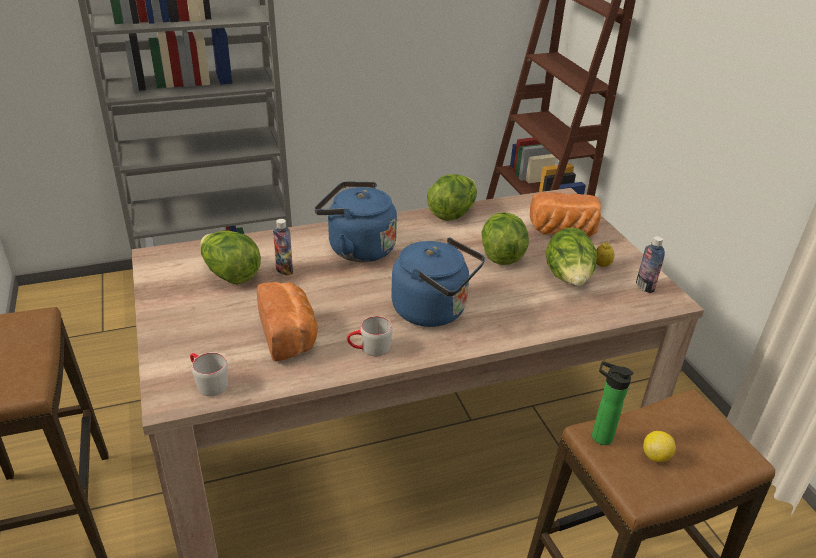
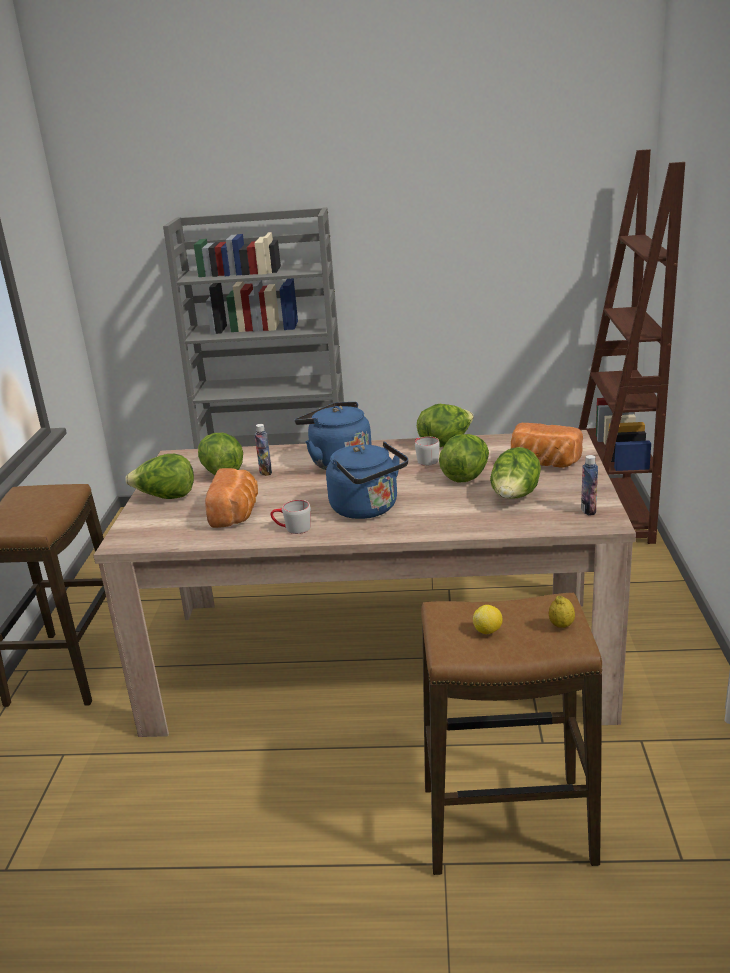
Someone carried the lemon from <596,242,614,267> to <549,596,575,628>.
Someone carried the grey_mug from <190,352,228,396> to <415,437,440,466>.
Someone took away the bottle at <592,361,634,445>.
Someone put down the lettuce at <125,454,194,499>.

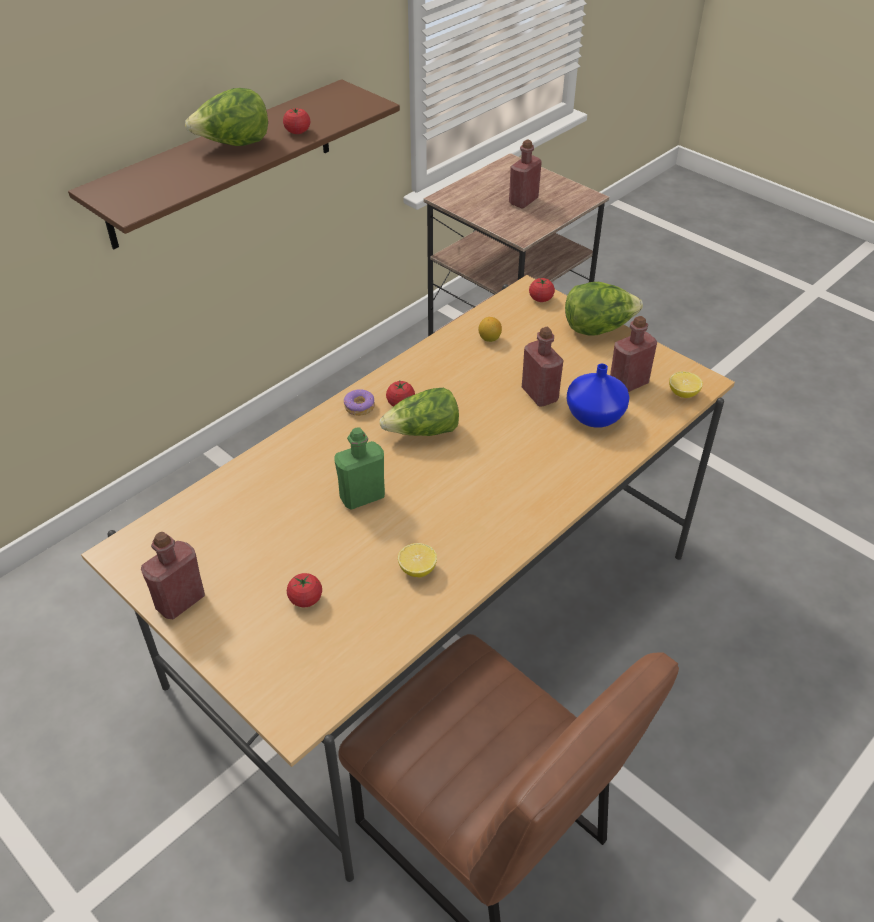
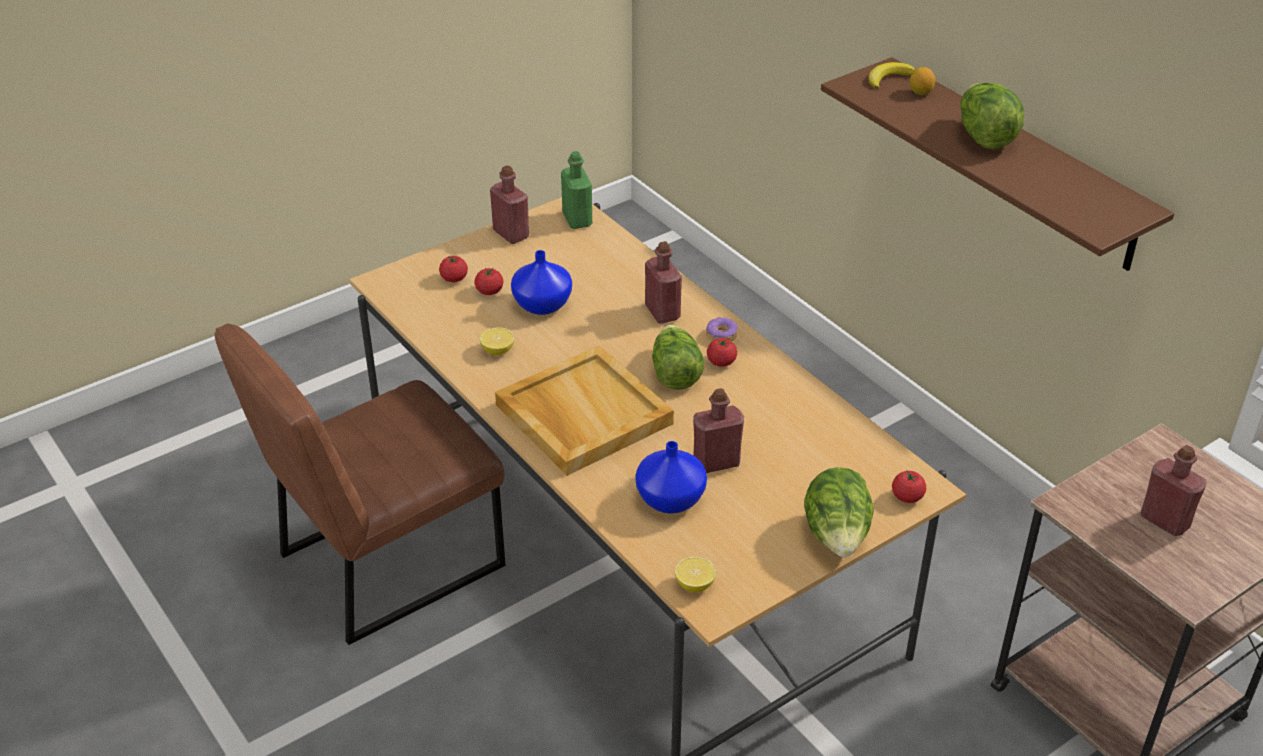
Someone carried the tomato from <283,108,310,134> to <439,256,468,282>.
Someone carried the red_bottle from <610,316,657,392> to <645,241,682,324>.
Someone carried the lemon from <478,317,502,342> to <910,67,935,95>.
Someone carried the green_bottle from <335,427,385,510> to <561,151,592,229>.
Someone put down the banana at <868,62,915,90>.
Someone put down the blue_vase at <511,250,572,315>.
Someone put down the beige_tray at <495,345,674,476>.

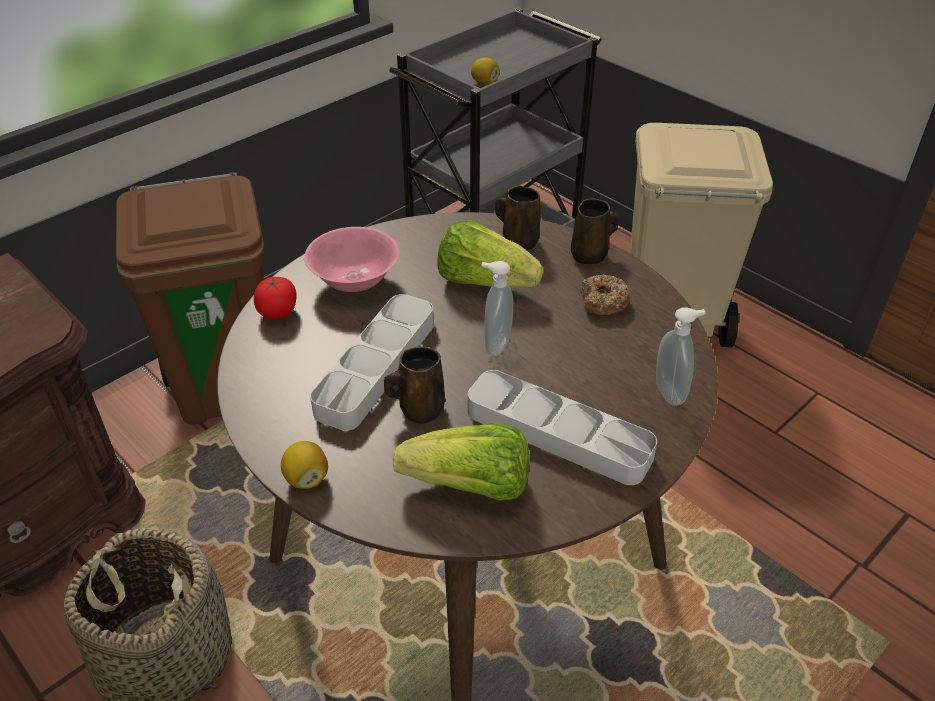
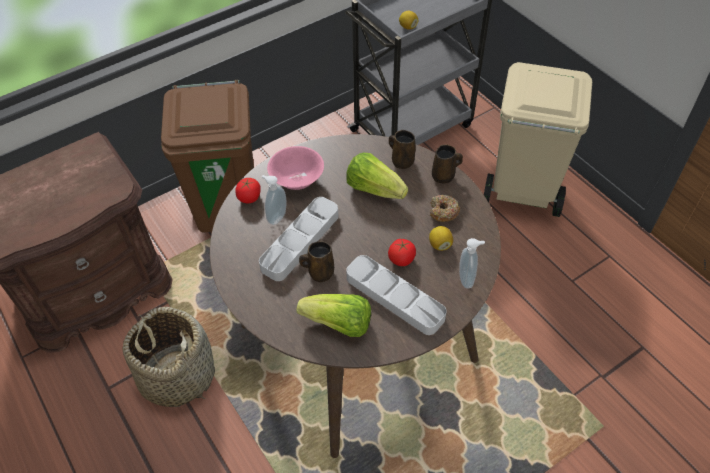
Someone carried the soap_dispenser from <481,261,513,356> to <262,175,286,225>.
Someone carried the lemon from <281,441,328,489> to <429,226,453,251>.
Someone put down the tomato at <388,239,416,266>.

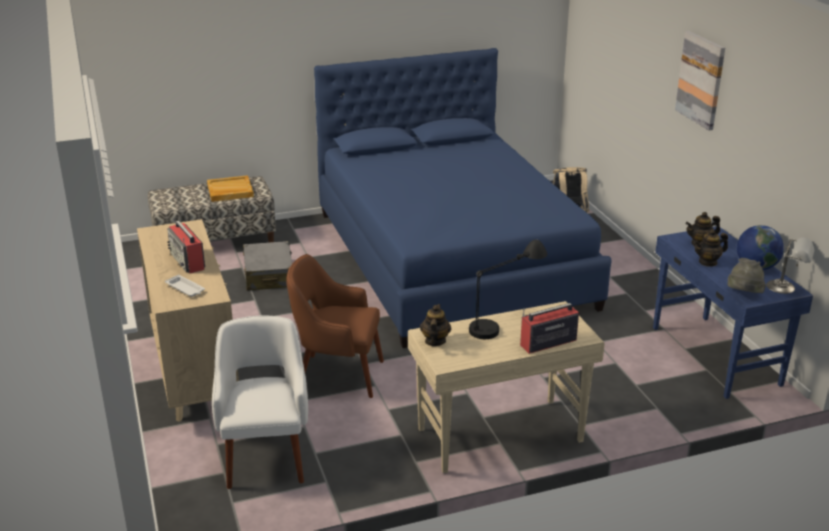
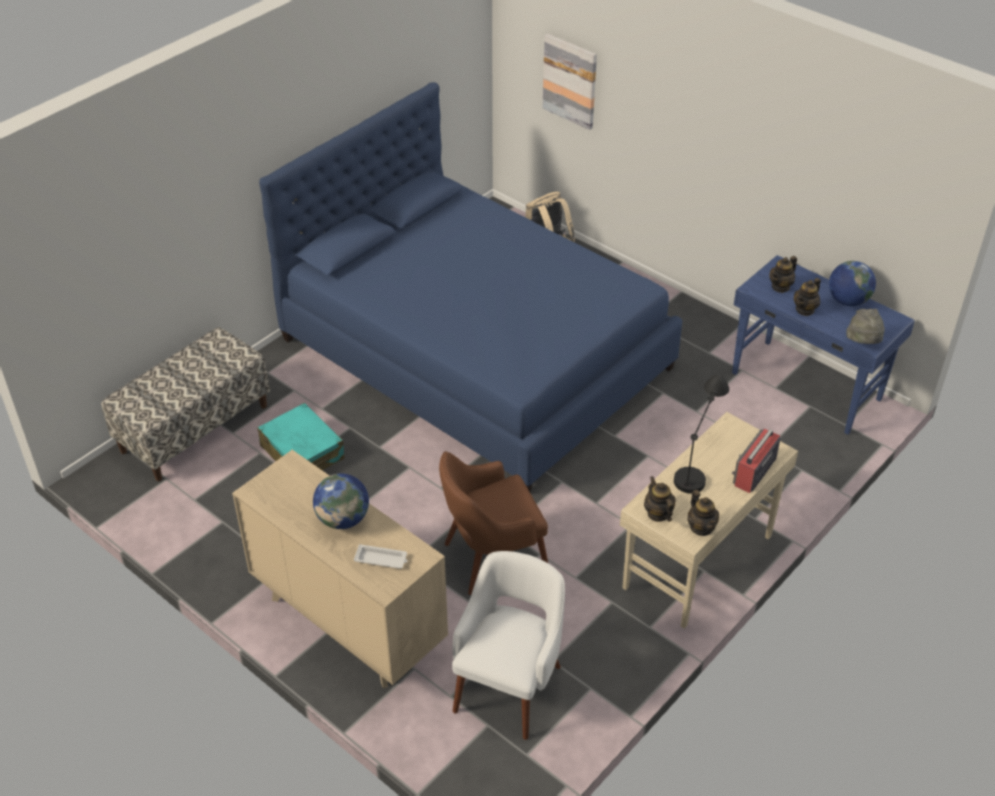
Someone carried the picture from <675,31,725,130> to <543,34,597,130>.
Someone took away the beige_tray at <207,175,254,202>.
Someone swapped the radio at <167,220,205,273> for the globe at <313,473,369,529>.
Someone took away the white_table_lamp at <766,237,814,294>.
Someone repainted the grey_suitcase at <243,241,292,290>, which became the turquoise_suitcase at <257,403,344,470>.
Someone rotated the white_armchair at <212,316,308,489> by 60 degrees clockwise.
Someone put down the teapot at <687,490,719,536>.

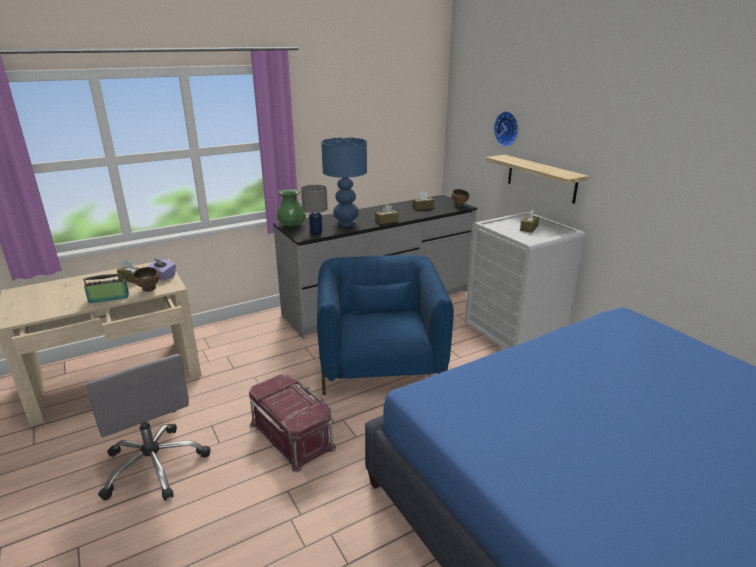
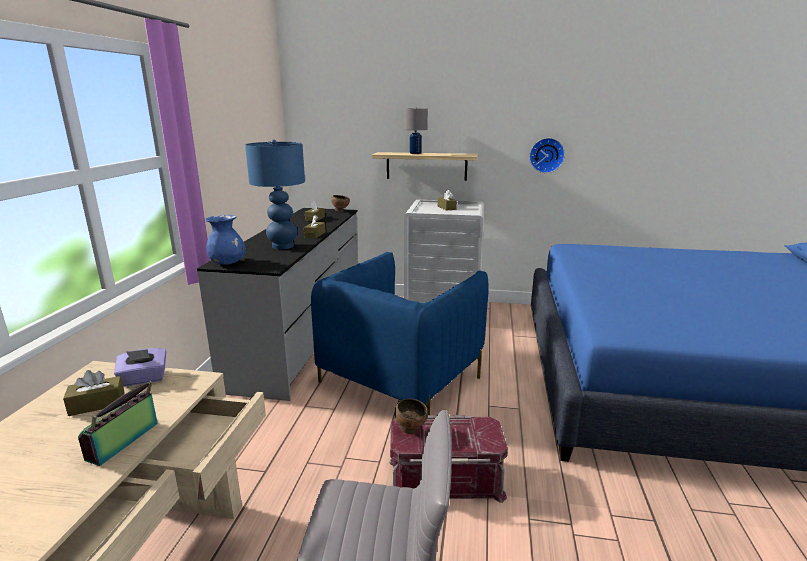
Someone carried the wall_clock from <494,111,518,147> to <529,138,565,173>.
Someone carried the grey_table_lamp from <301,185,328,235> to <404,108,428,154>.
Someone repainted the green_vase at <277,189,306,226>, which became the blue_vase at <206,215,246,265>.
Someone rotated the blue_armchair at <317,255,454,395> by 90 degrees counterclockwise.
Someone carried the brown_bowl from <133,267,159,292> to <395,398,428,434>.

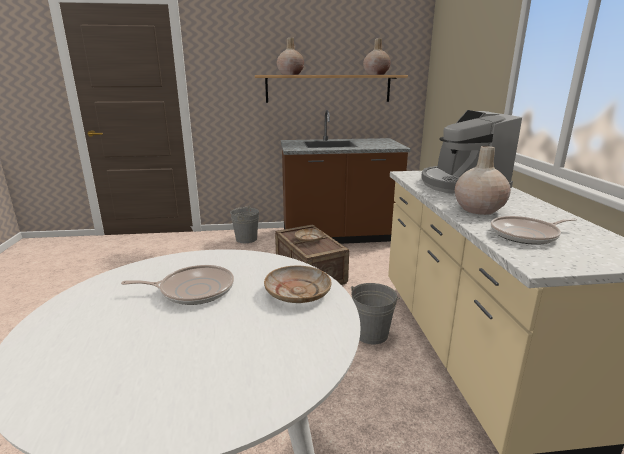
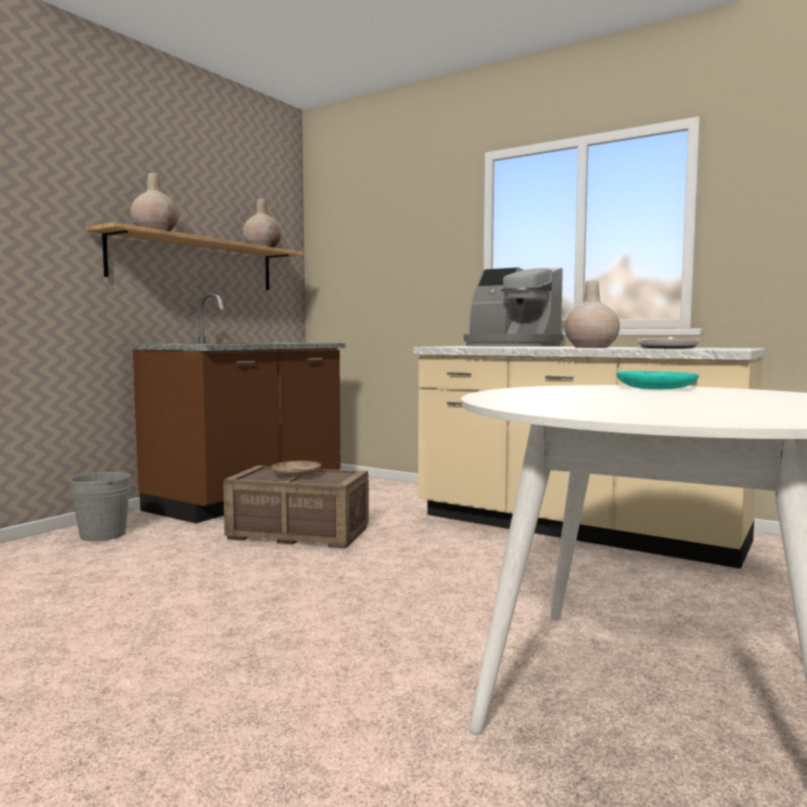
Someone took away the frying_pan at <121,265,234,305>.
Someone repainted the beige_plate at <264,266,332,303>, which became the turquoise_plate at <616,371,699,389>.
Someone took away the grey_bucket at <351,283,400,344>.

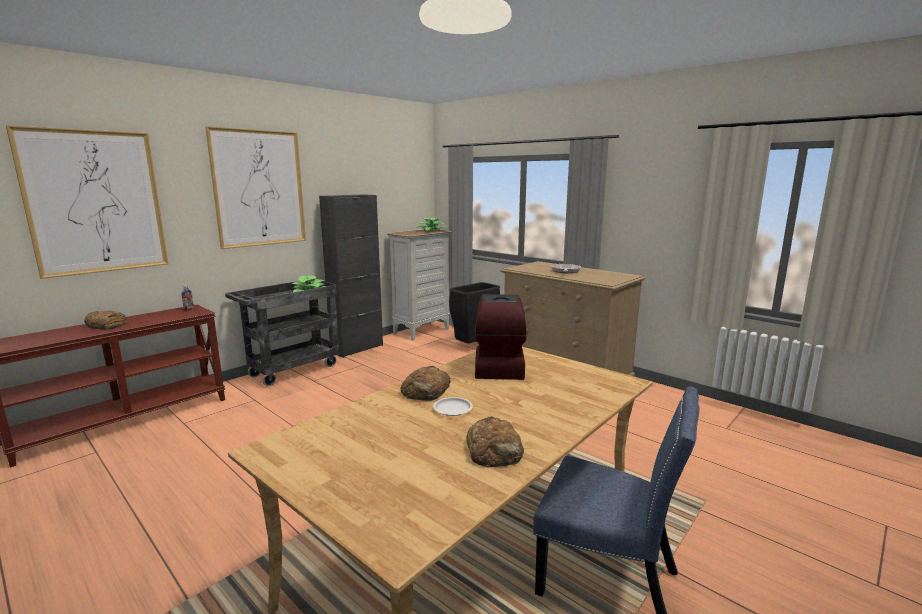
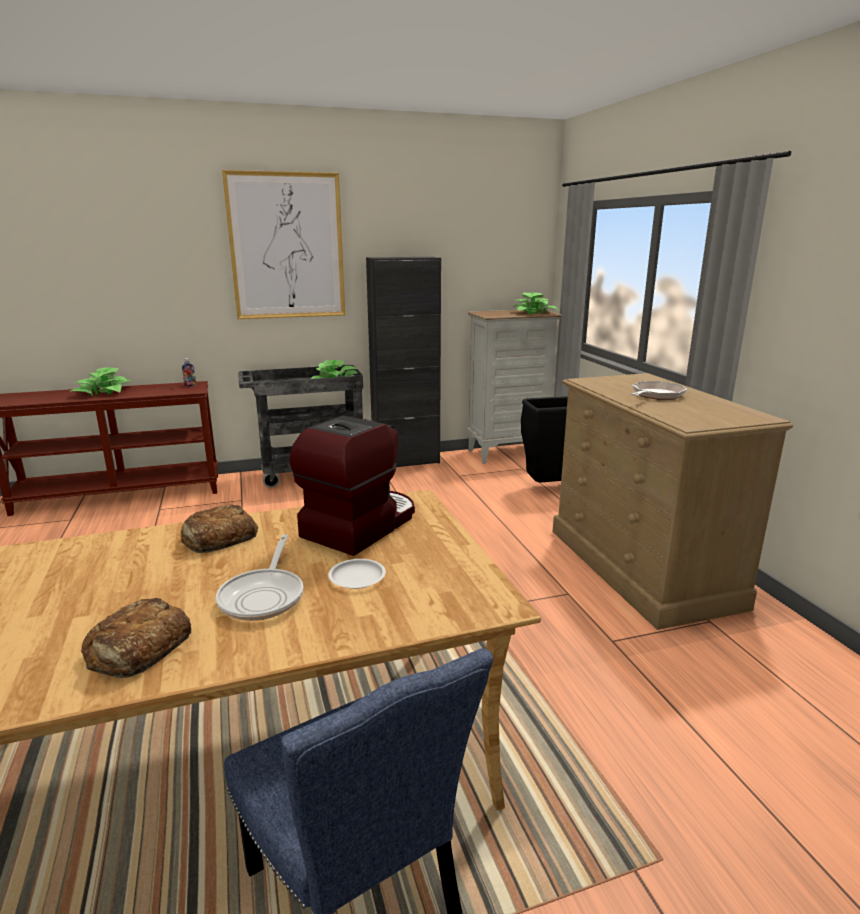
Someone took away the picture at <6,125,168,279>.
Someone swapped the bread at <84,311,127,330> for the potted_plant at <70,367,132,396>.
Someone carried the white_plate from <433,397,473,416> to <328,559,386,589>.
Someone put down the frying_pan at <216,534,303,621>.

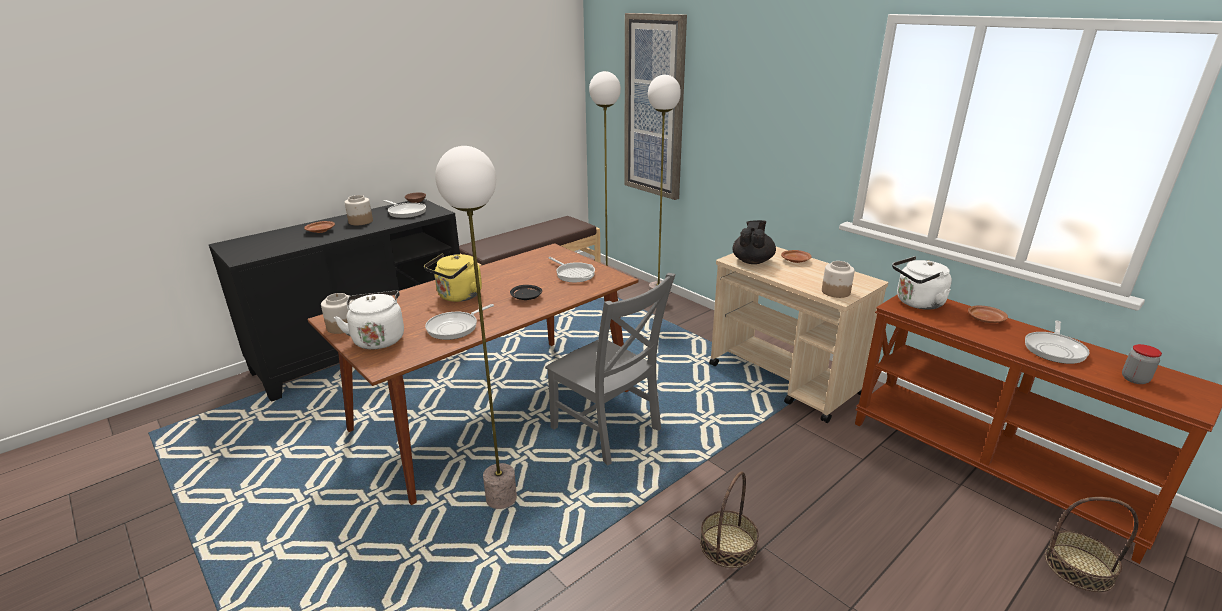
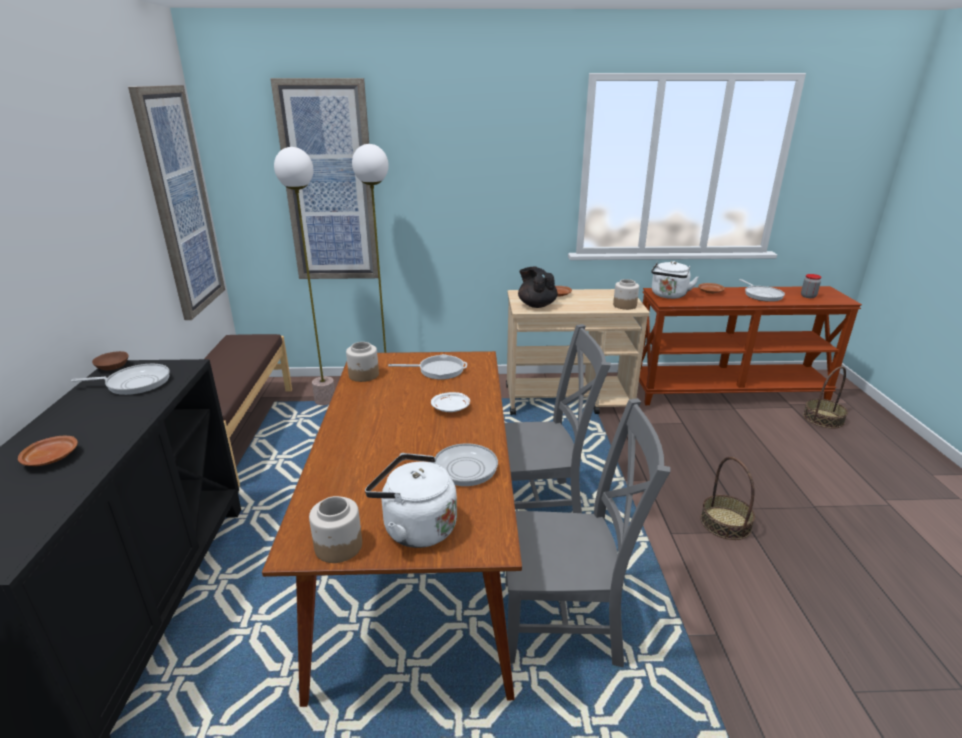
Someone swapped the floor_lamp at <435,146,517,509> for the grey_chair at <505,398,670,667>.
Someone carried the jar from <344,195,373,225> to <346,342,379,382>.
Someone took away the yellow_kettle at <424,253,482,302>.
Someone repainted the black_plate at <510,285,542,300>, which became the white_plate at <431,392,470,412>.
Someone rotated the frying_pan at <425,304,494,340> by 75 degrees counterclockwise.
Someone put up the picture at <128,85,225,320>.

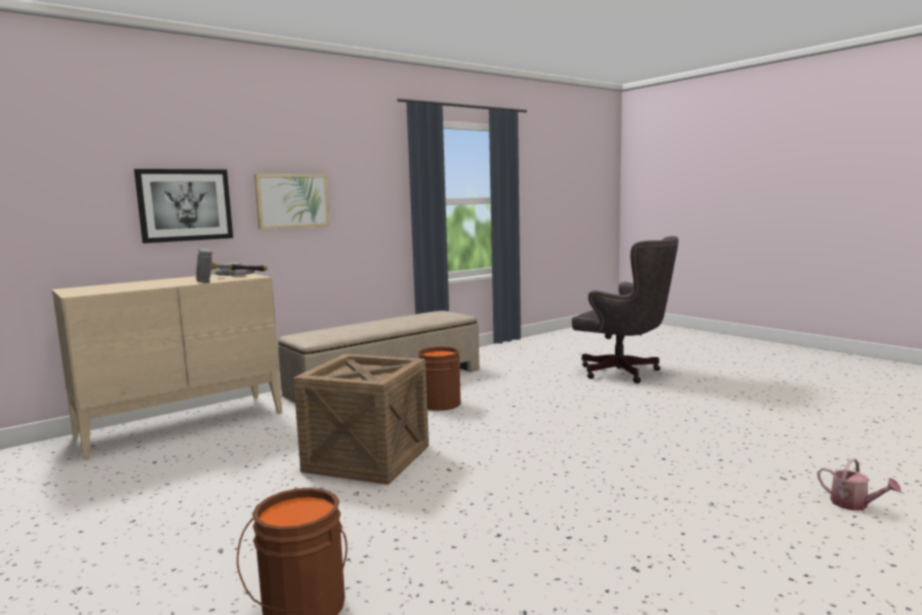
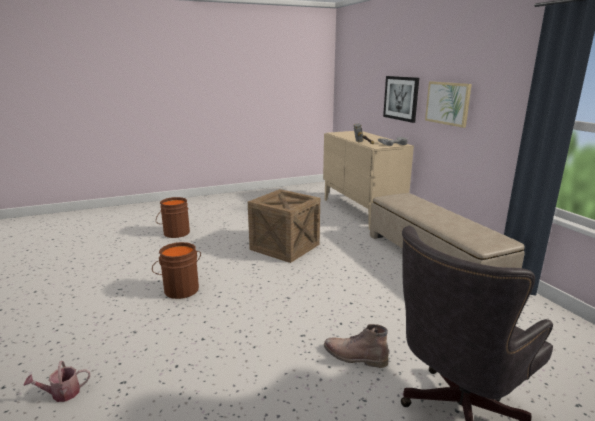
Someone carried the brown_bucket from <418,346,461,411> to <152,242,201,299>.
Someone put down the brown_boot at <324,324,389,368>.

